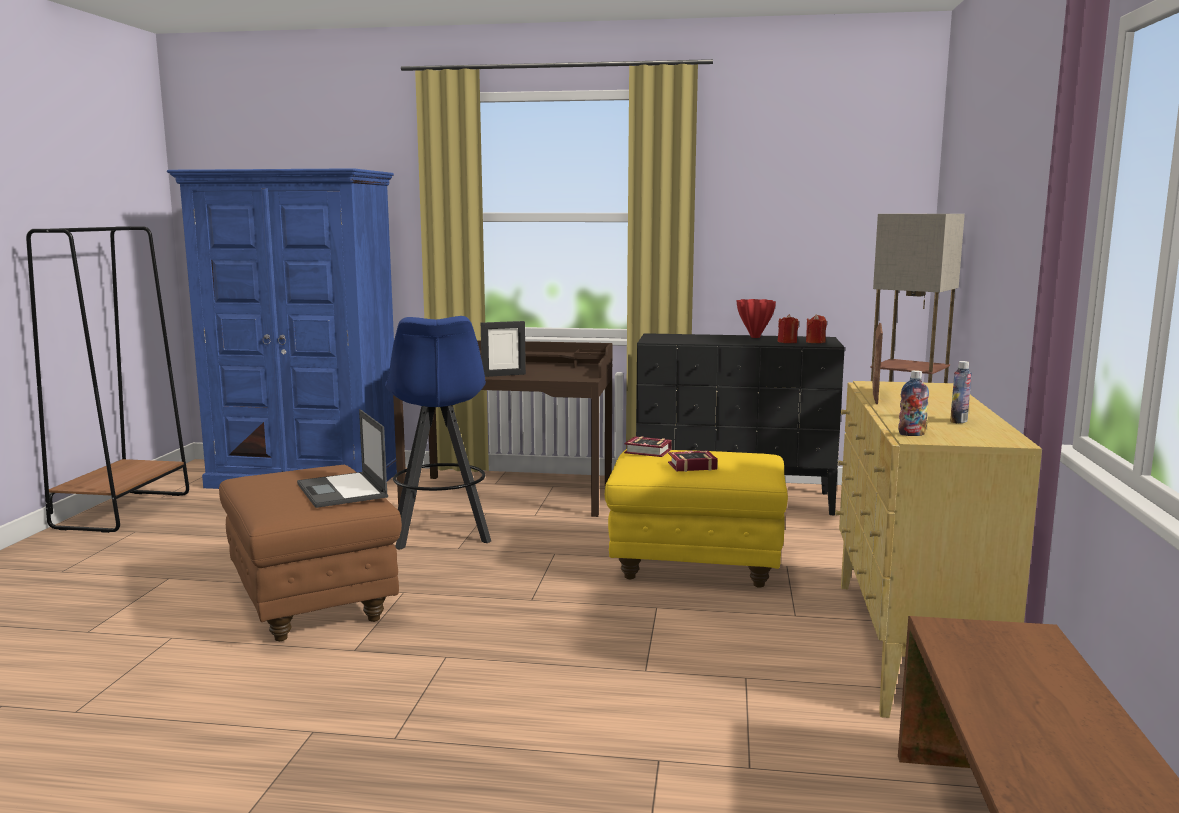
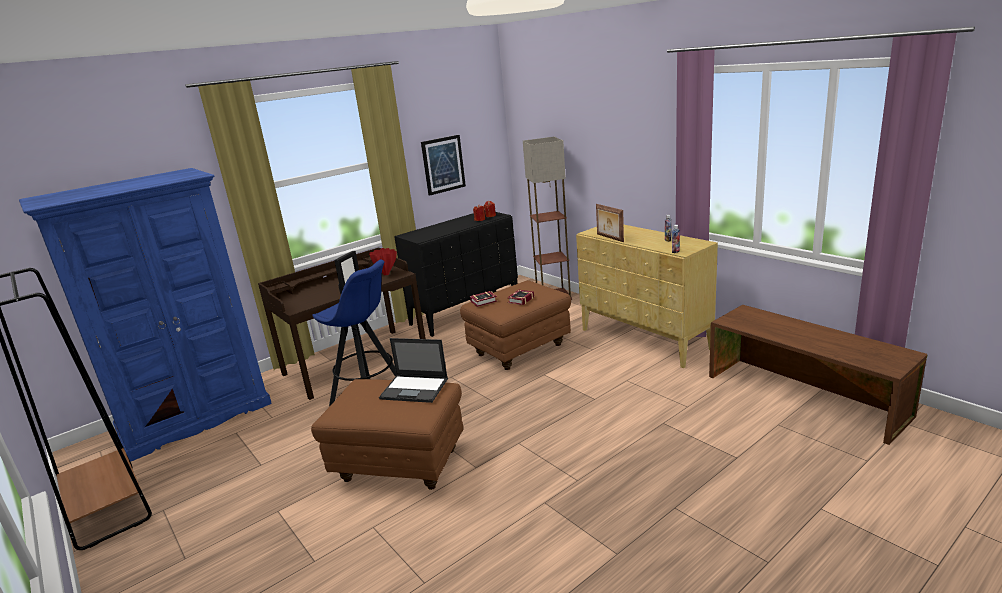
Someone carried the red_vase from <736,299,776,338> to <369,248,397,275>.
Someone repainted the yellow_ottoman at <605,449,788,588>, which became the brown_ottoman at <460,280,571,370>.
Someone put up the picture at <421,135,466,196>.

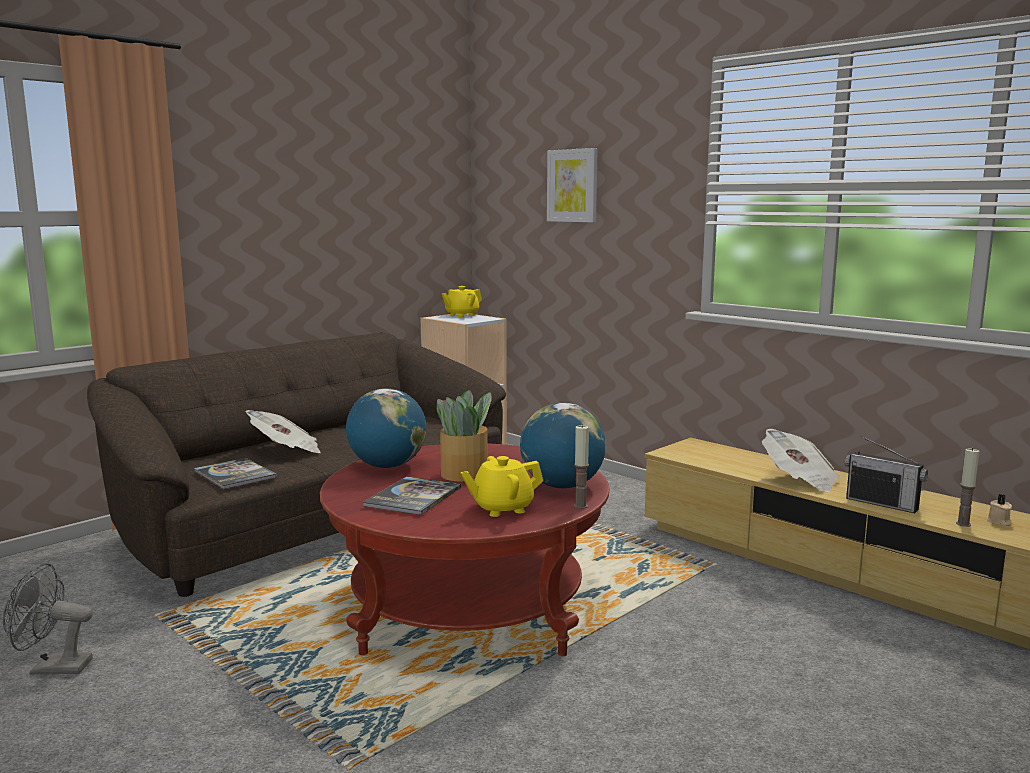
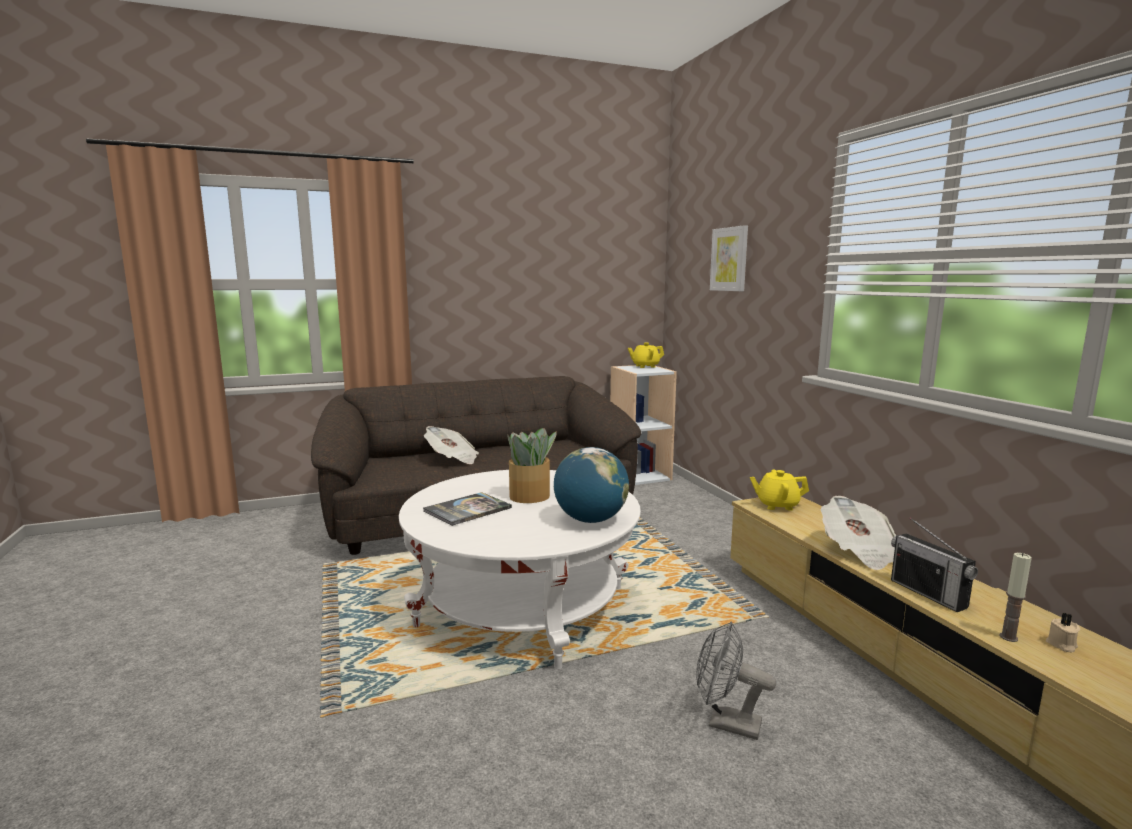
Someone took away the globe at <346,388,426,468>.
Someone took away the candle at <574,424,589,509>.
Someone repainted the red_coffee_table at <320,444,609,656>, which became the white_coffee_table at <399,470,641,669>.
Someone carried the yellow_teapot from <461,456,543,517> to <750,469,809,511>.
Someone took away the book at <195,458,277,489>.
Someone carried the grey_fan from <3,563,93,674> to <696,621,776,740>.

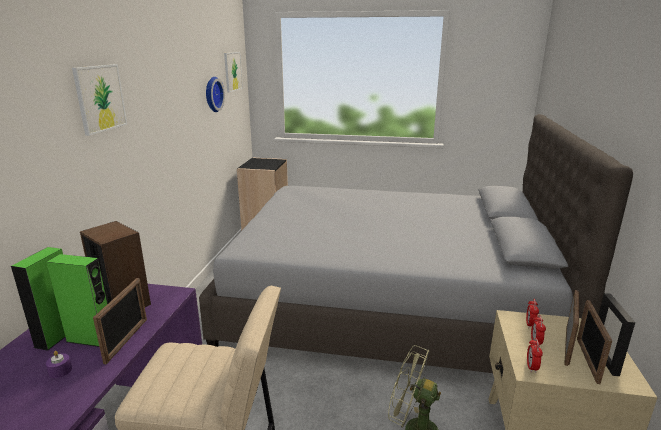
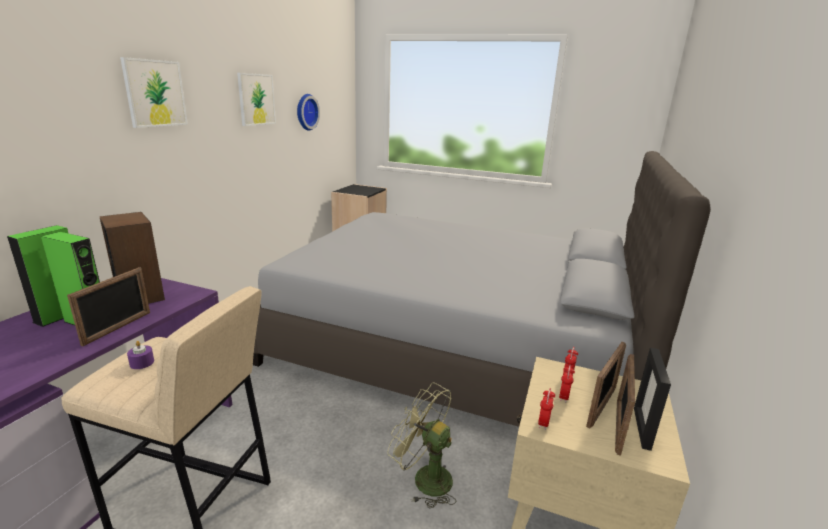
Someone carried the picture from <224,52,243,92> to <237,73,276,126>.
Someone carried the purple_candle from <46,351,72,378> to <127,341,154,369>.

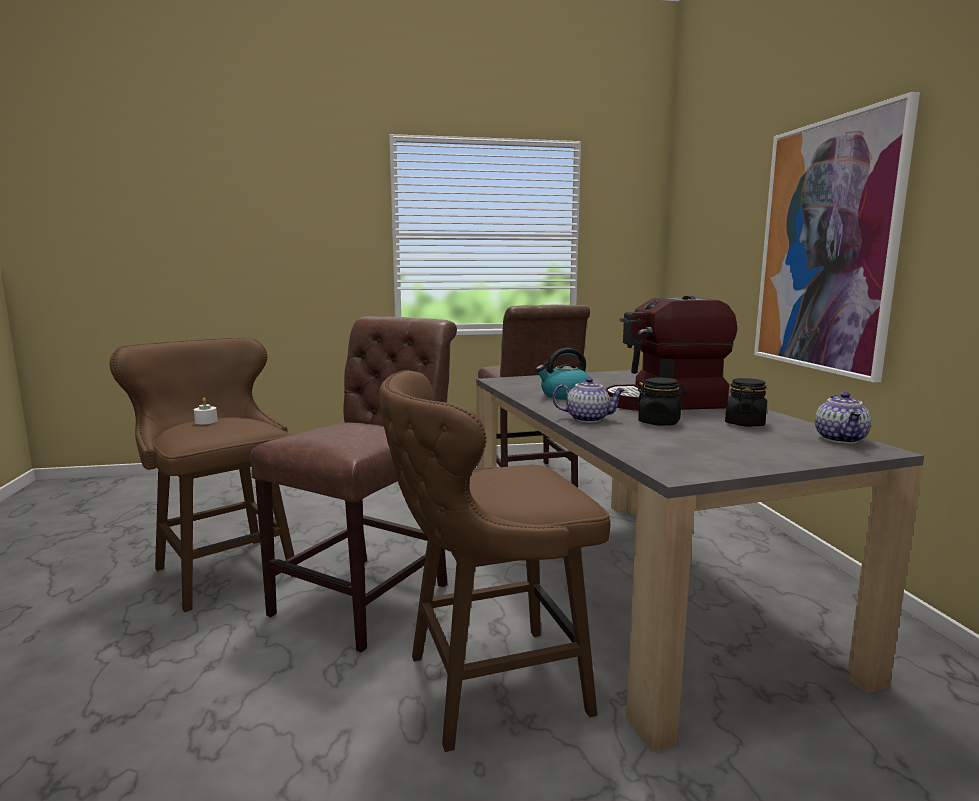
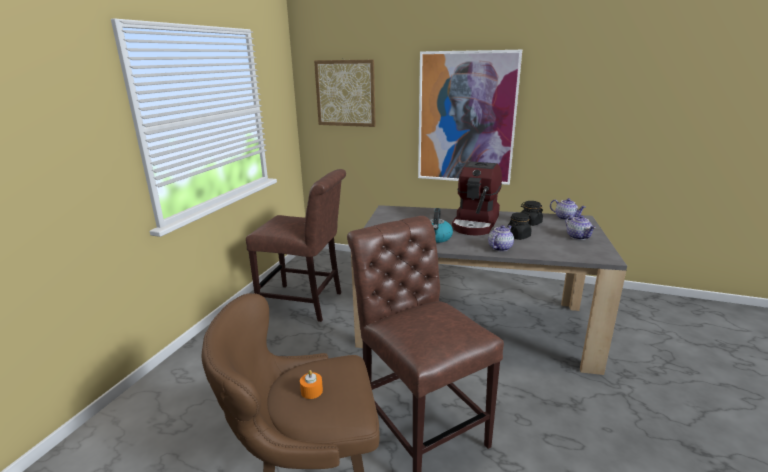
Someone took away the brown_stool at <379,370,610,752>.
Someone repainted the white_candle at <194,398,217,424>, which became the orange_candle at <300,370,323,399>.
Someone put up the picture at <314,59,376,127>.
Someone put down the teapot at <565,215,596,240>.

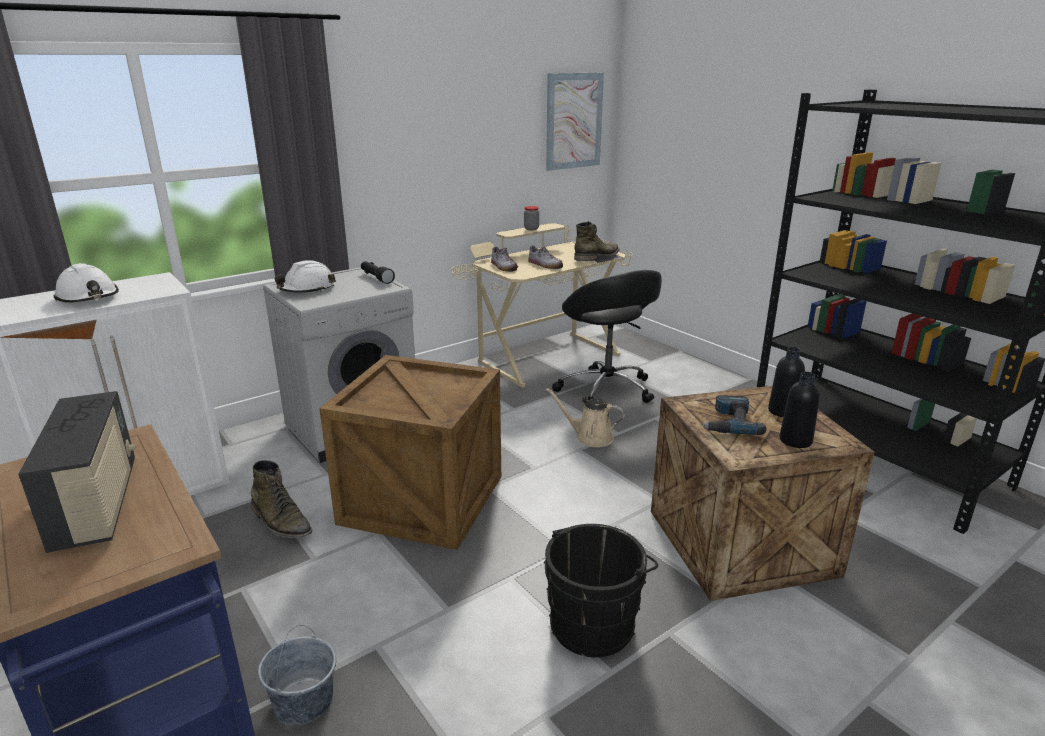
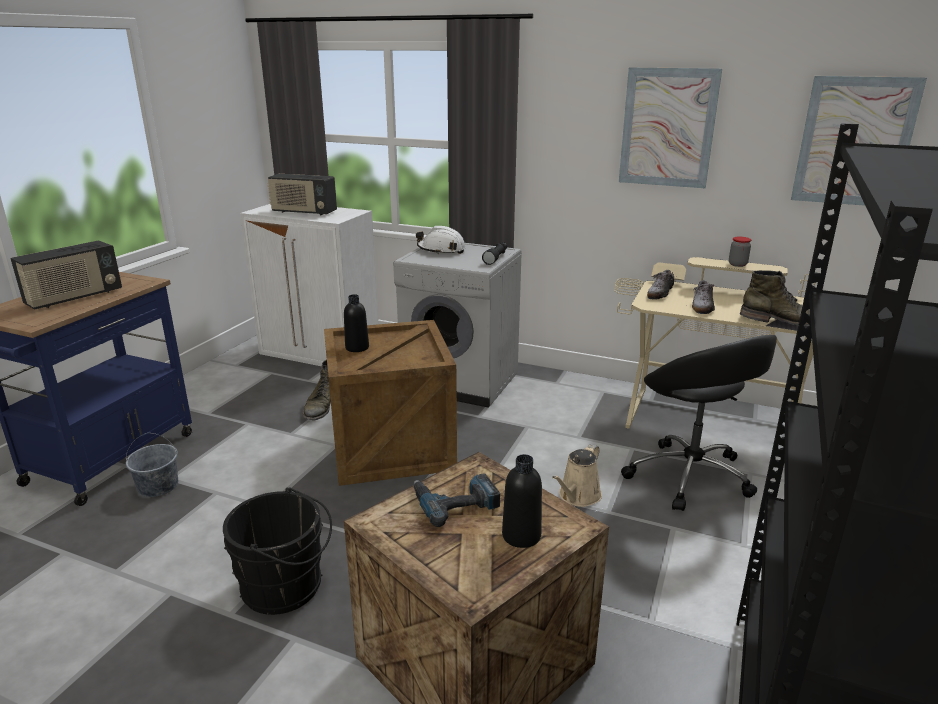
Someone swapped the white_hard_hat at <54,263,119,303> for the radio at <268,174,337,215>.
Someone rotated the black_office_chair at <552,270,662,403> by 60 degrees counterclockwise.
Someone carried the black_bottle from <779,372,820,448> to <344,294,369,352>.
Someone rotated the beige_watering_can at <545,388,625,447> by 135 degrees counterclockwise.
Someone put up the picture at <619,67,722,188>.

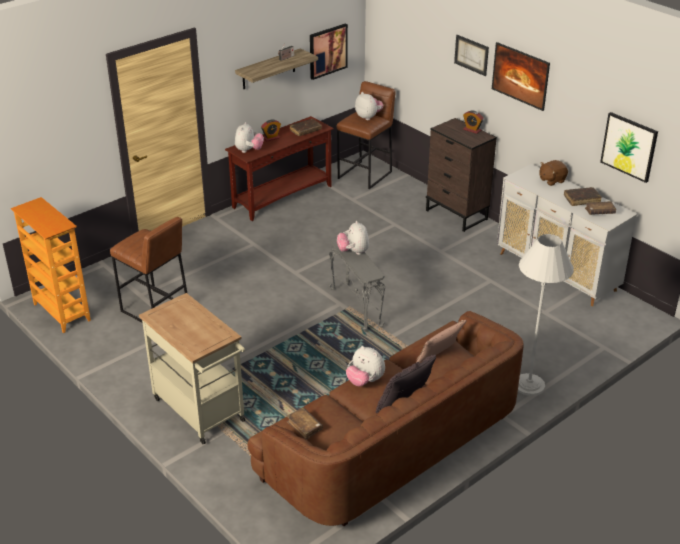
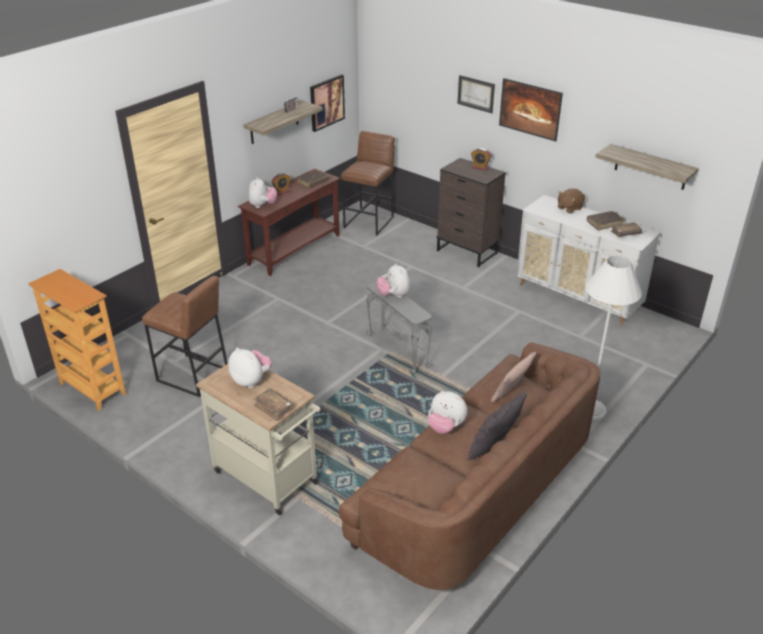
Someone carried the plush_toy from <355,92,383,120> to <228,348,272,388>.
Someone swapped the picture at <600,112,658,183> for the shelf at <595,144,699,190>.
Someone carried the brown_book from <286,407,323,440> to <253,388,294,421>.

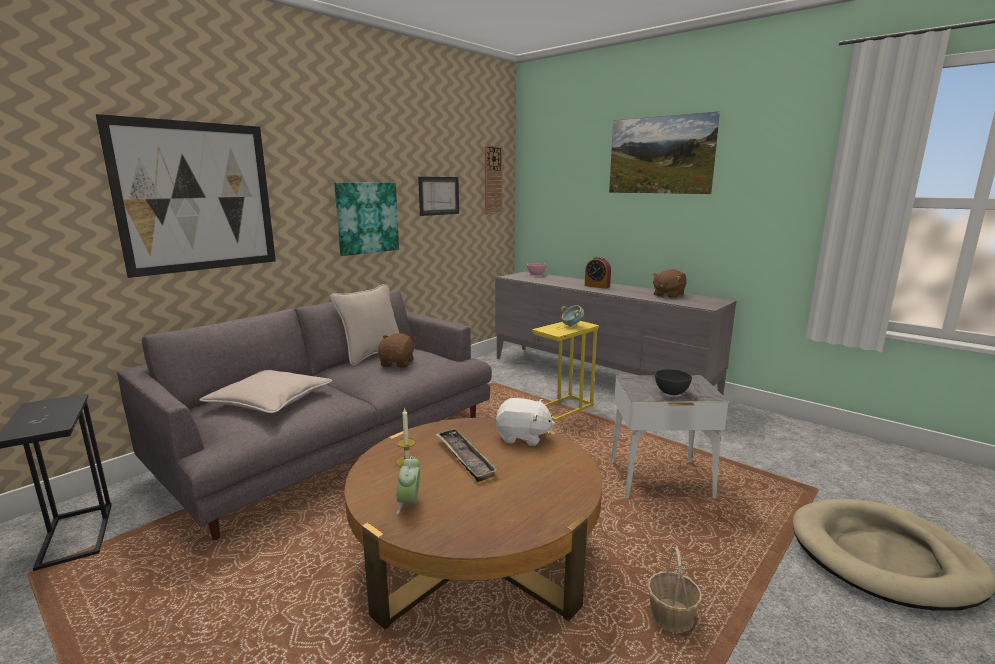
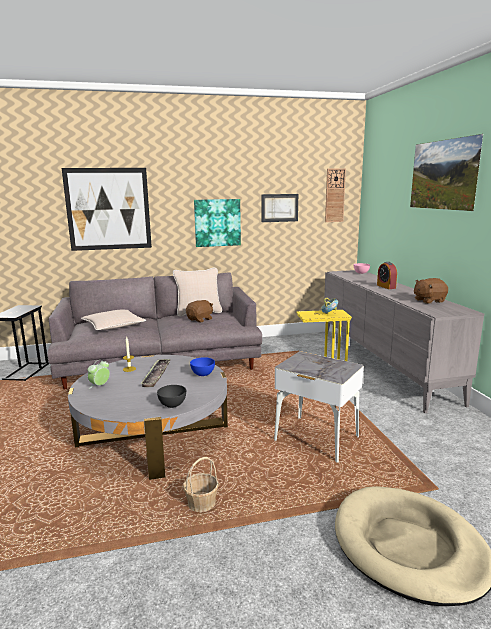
Someone carried the grey_bowl from <655,369,692,395> to <157,385,186,408>.
Someone swapped the white_plush_toy at <496,398,555,446> for the blue_bowl at <190,357,215,376>.
Someone repainted the brown_coffee_table at <344,418,602,630>, which became the grey_coffee_table at <68,355,228,480>.

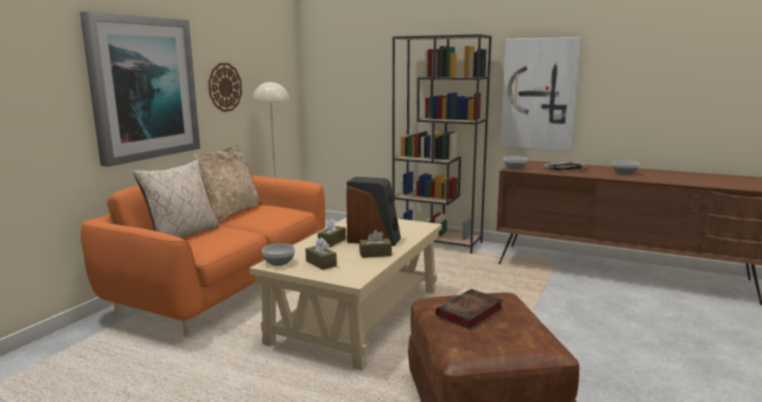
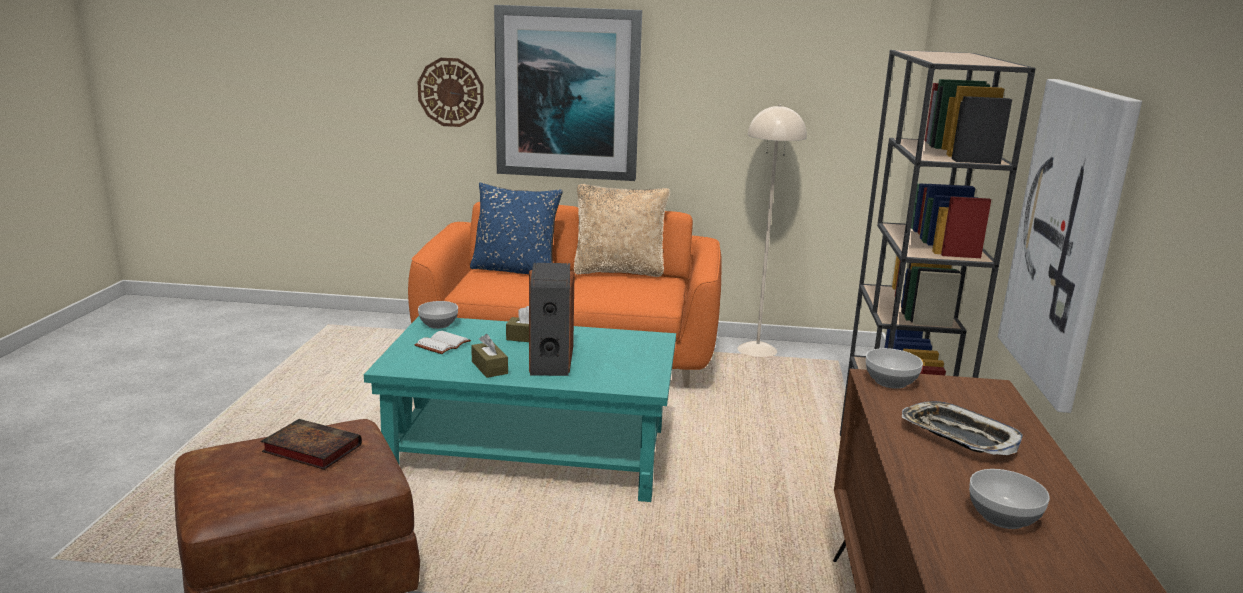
Someone carried the wall_clock from <208,63,242,112> to <417,58,484,127>.
Someone repainted the beige_pillow at <133,160,219,238>, which became the blue_pillow at <470,183,563,274>.
Someone repainted the beige_coffee_table at <250,217,442,371>, which became the turquoise_coffee_table at <364,316,676,502>.
Someone swapped the brown_tissue_box at <305,238,337,270> for the white_book at <415,331,471,354>.

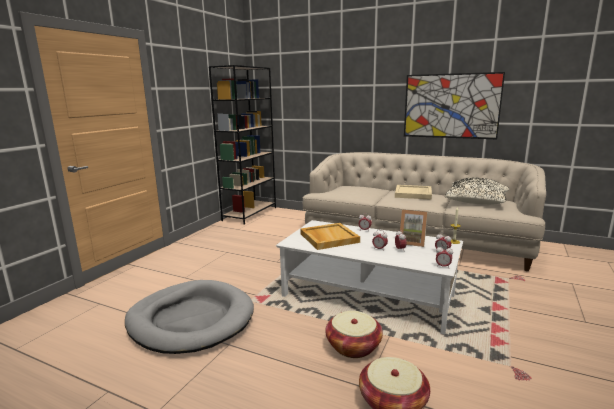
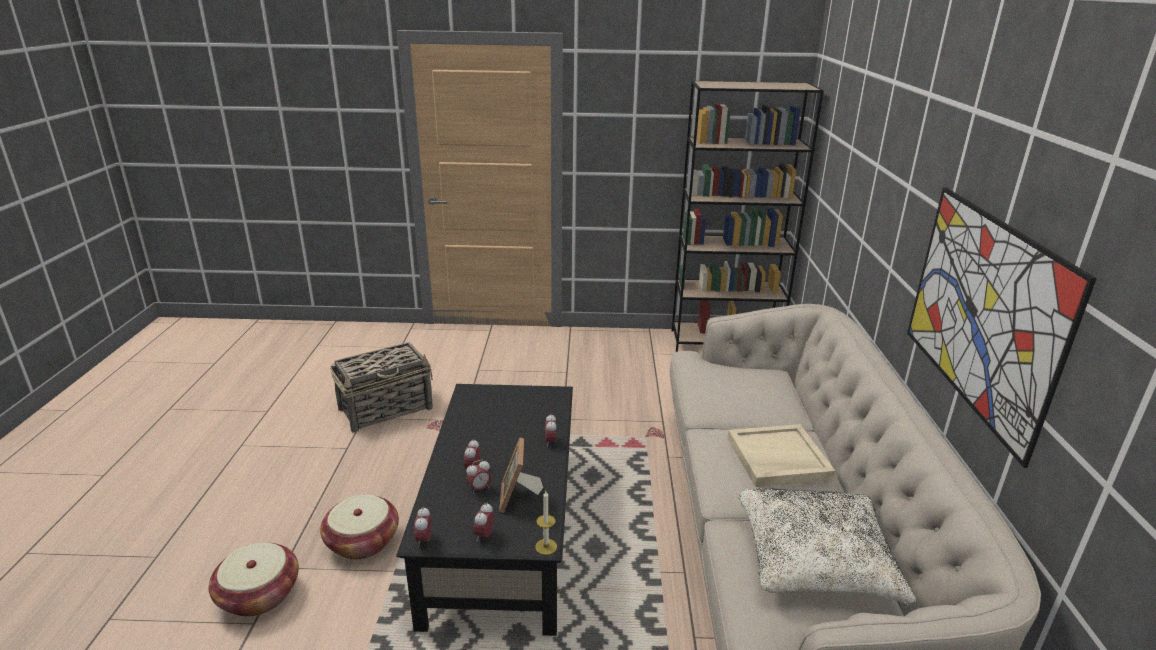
Someone repainted the white_coffee_table at <276,220,463,335>, which became the black_coffee_table at <396,384,573,636>.
Someone took away the beige_tray at <300,223,360,250>.
Someone swapped the grey_dog_bed at <125,280,254,354> for the basket at <330,342,433,432>.

